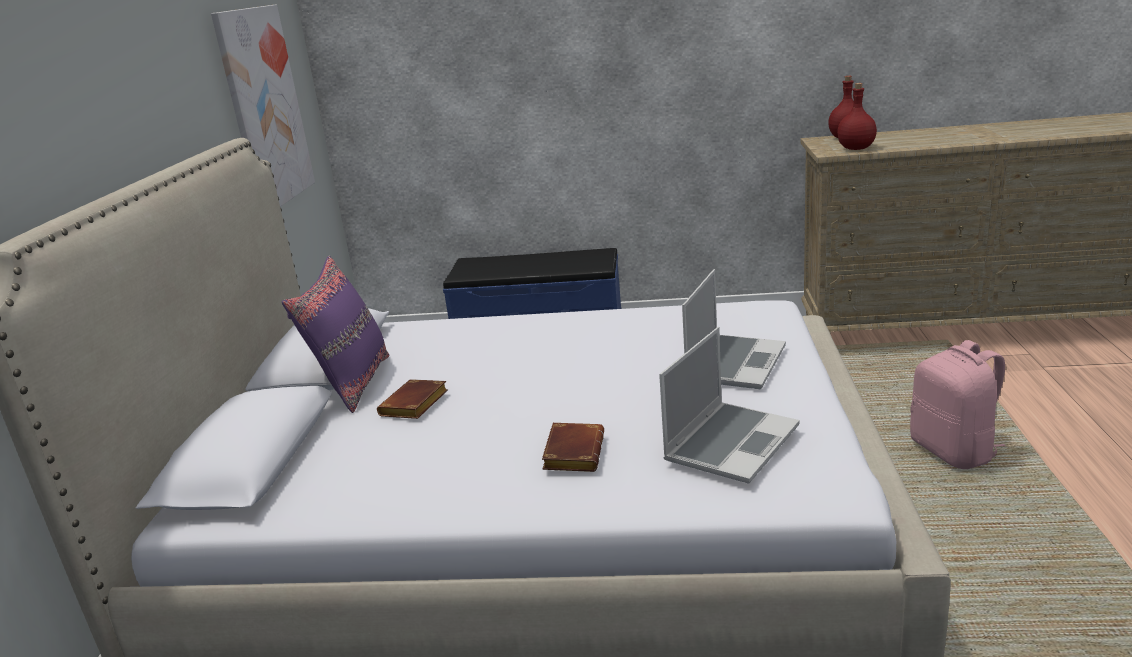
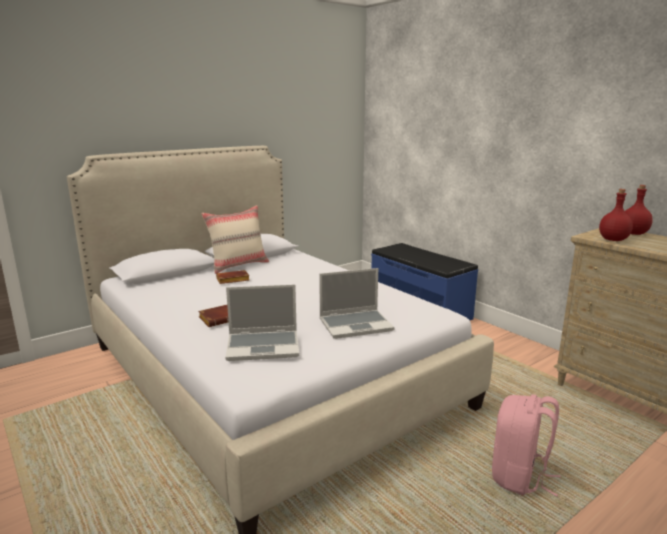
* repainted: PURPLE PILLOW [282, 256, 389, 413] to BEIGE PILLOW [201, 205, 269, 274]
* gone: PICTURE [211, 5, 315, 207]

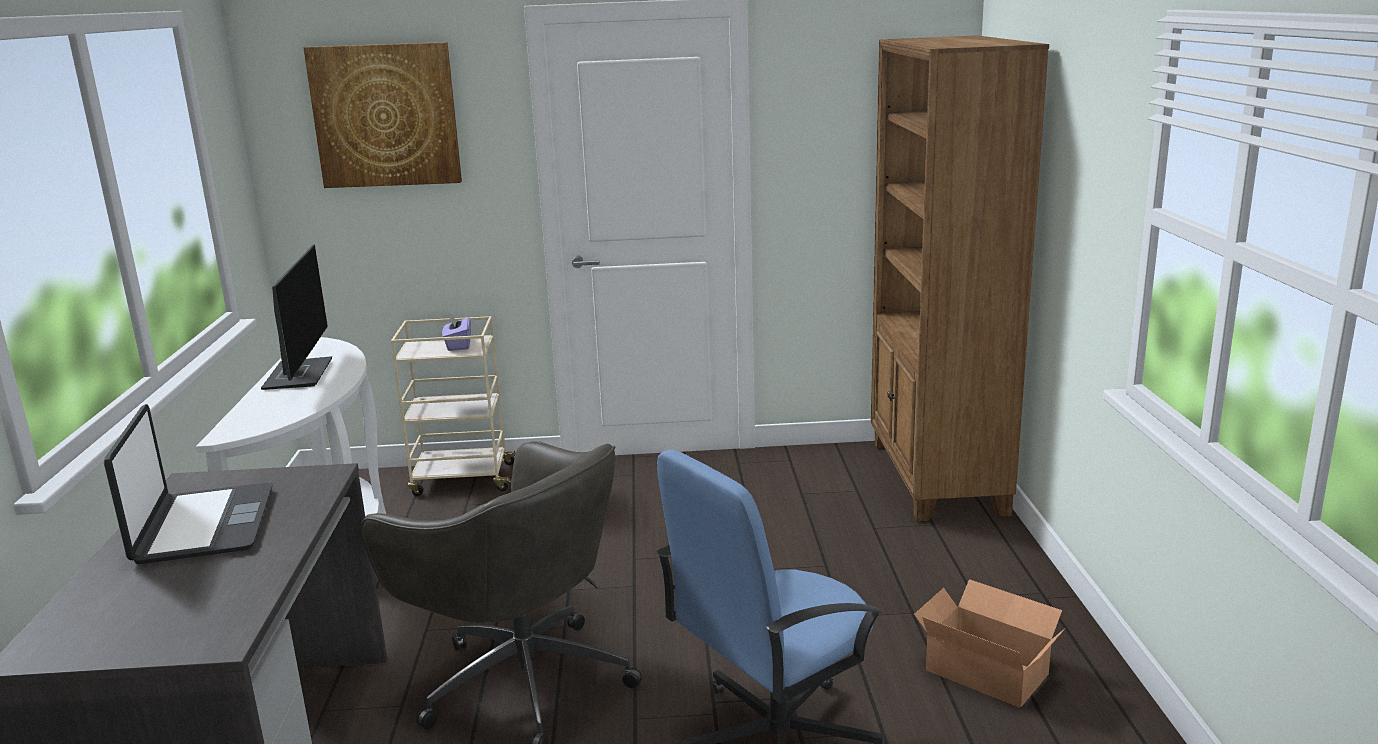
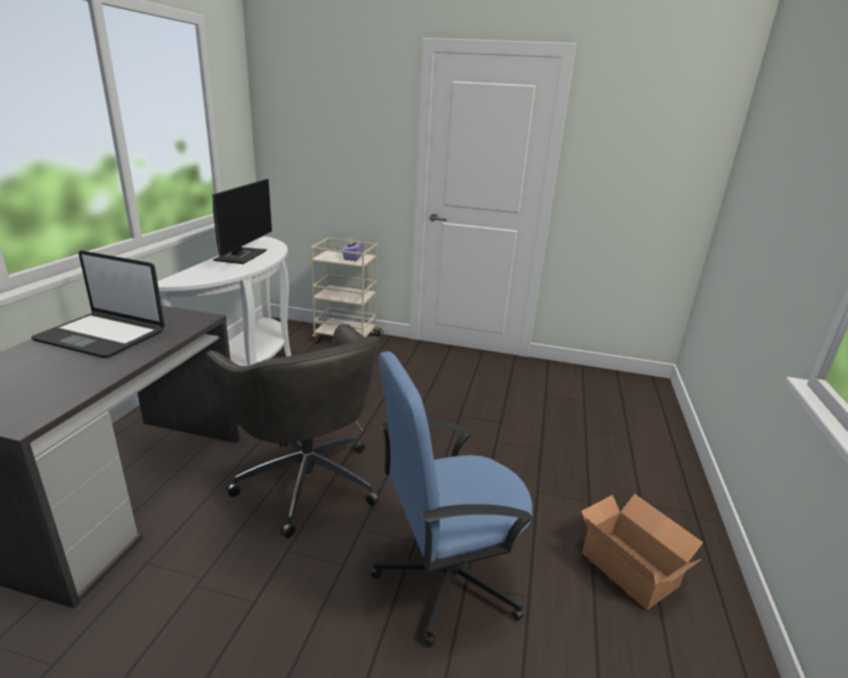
* rotated: LAPTOP [104, 404, 273, 564] = [31, 250, 165, 358] 105 degrees clockwise
* gone: PICTURE [304, 42, 462, 188]
* gone: BROWN BOOKCASE [871, 35, 1049, 522]

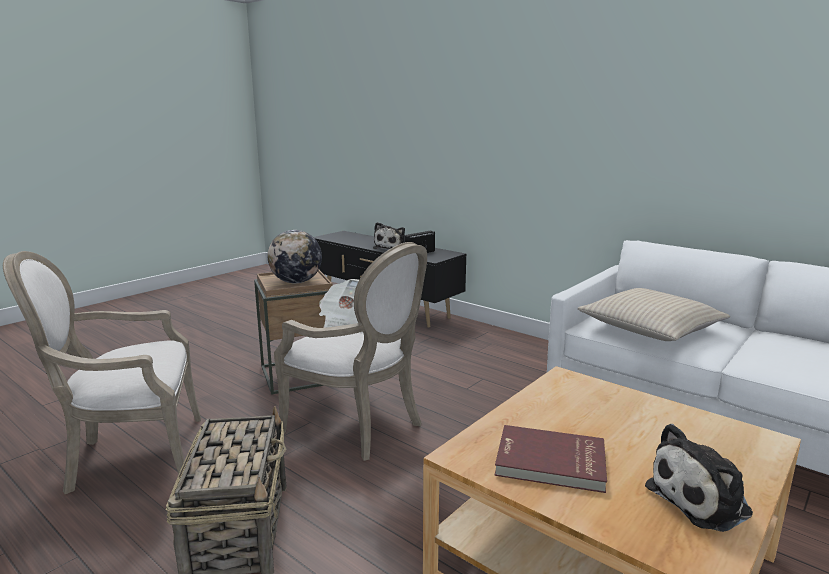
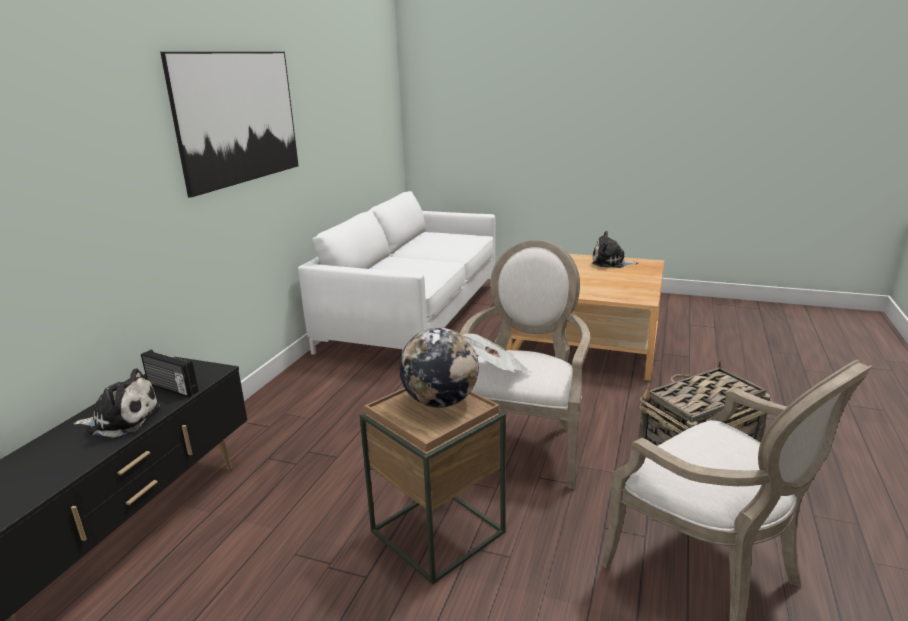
* new: PICTURE [160, 52, 299, 198]
* rotated: PLUSH TOY [645, 424, 753, 532] = [592, 231, 638, 268] 150 degrees clockwise
* gone: RED BOOK [495, 425, 607, 493]
* gone: BEIGE PILLOW [578, 288, 730, 341]

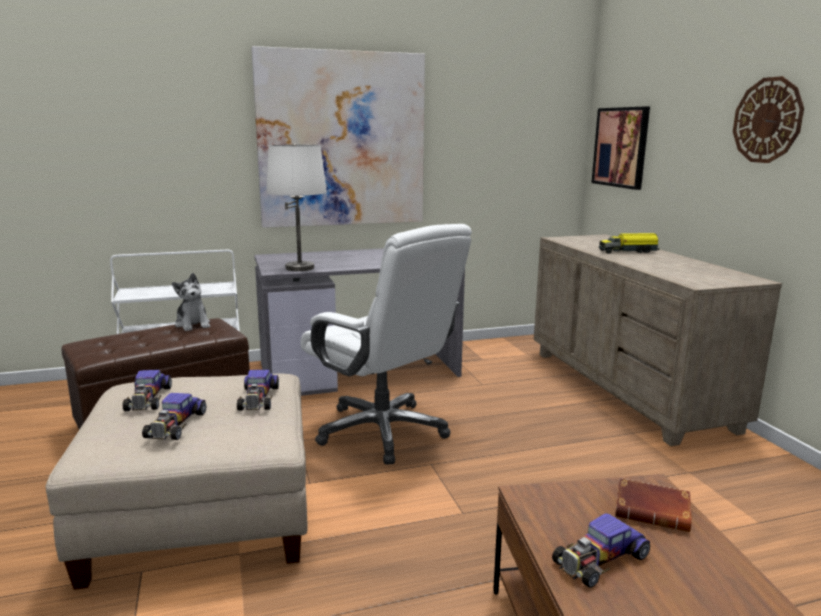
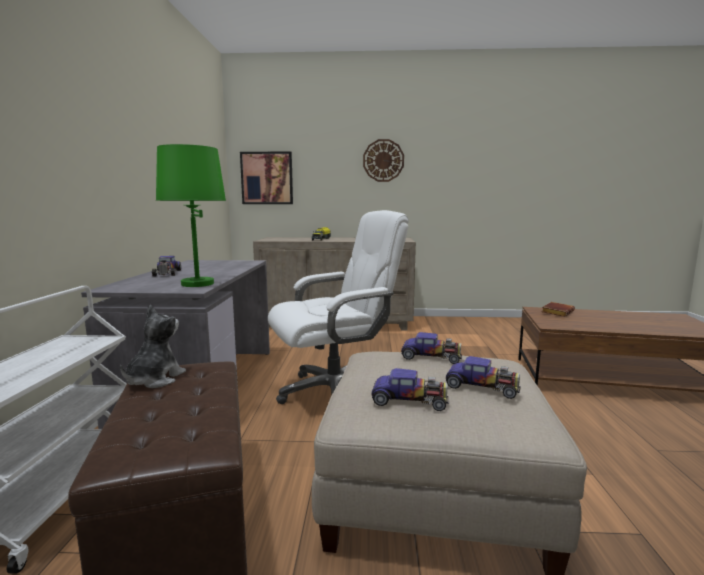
* rotated: PLUSH TOY [172, 273, 210, 331] = [120, 305, 186, 388] 60 degrees counterclockwise
* shifted: TOY CAR [552, 513, 650, 588] to [152, 256, 181, 277]
* repainted: WHITE TABLE LAMP [266, 144, 327, 271] to GREEN TABLE LAMP [156, 144, 226, 287]
* gone: PICTURE [251, 46, 425, 228]

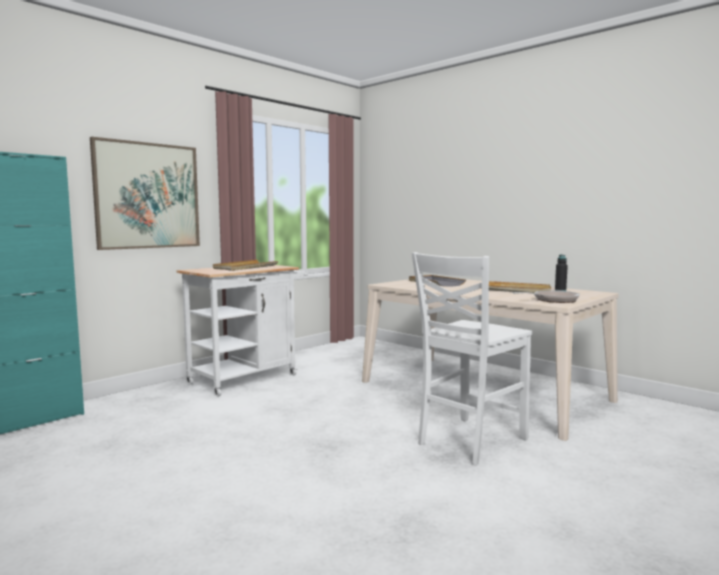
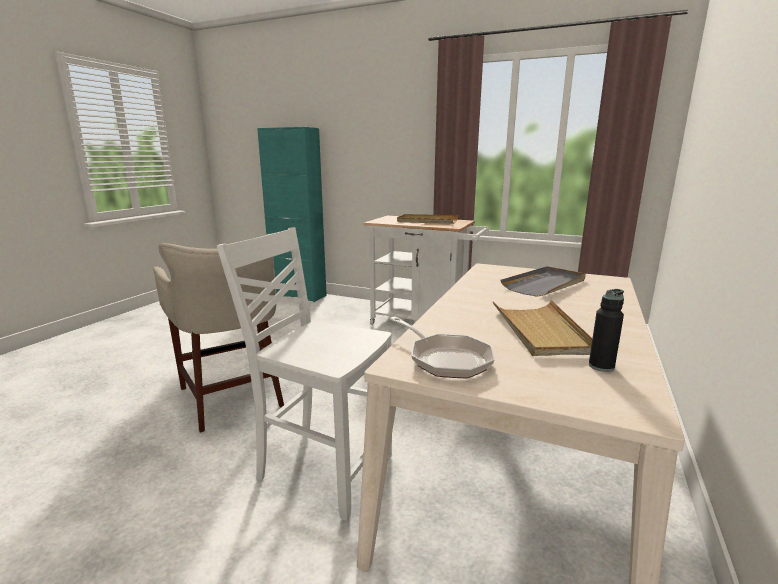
* new: BEIGE STOOL [153, 233, 284, 433]
* gone: PICTURE [90, 137, 200, 250]

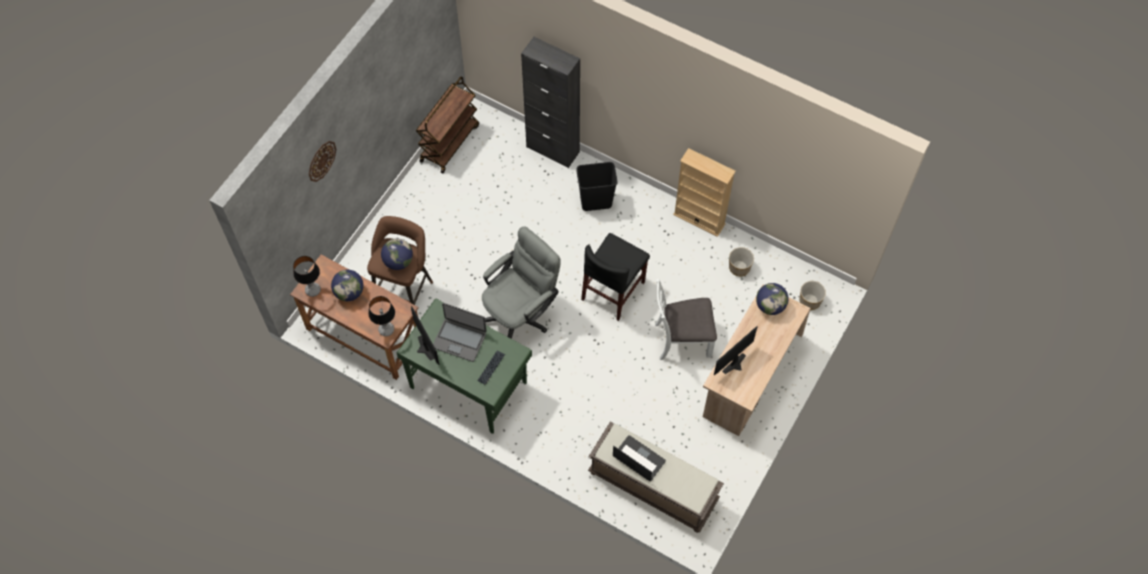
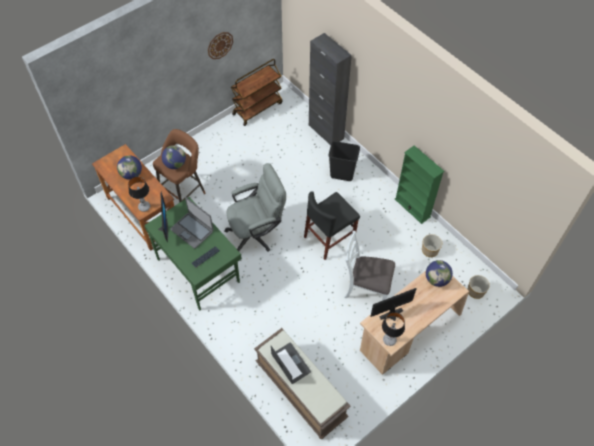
* shifted: WALL CLOCK [309, 141, 336, 182] to [208, 32, 233, 59]
* shifted: TABLE LAMP [293, 256, 321, 297] to [382, 312, 405, 346]
* repainted: BEIGE BOOKCASE [673, 148, 736, 237] to GREEN BOOKCASE [395, 145, 444, 224]

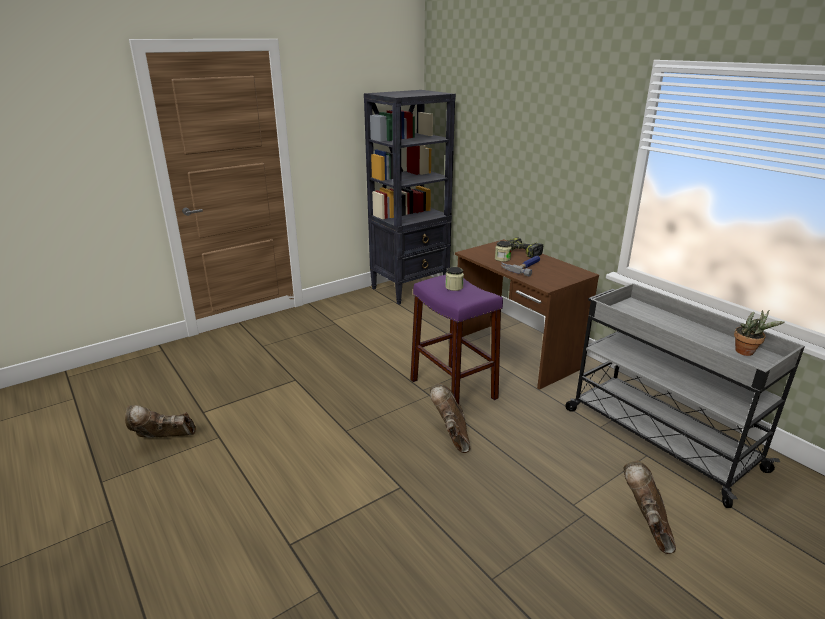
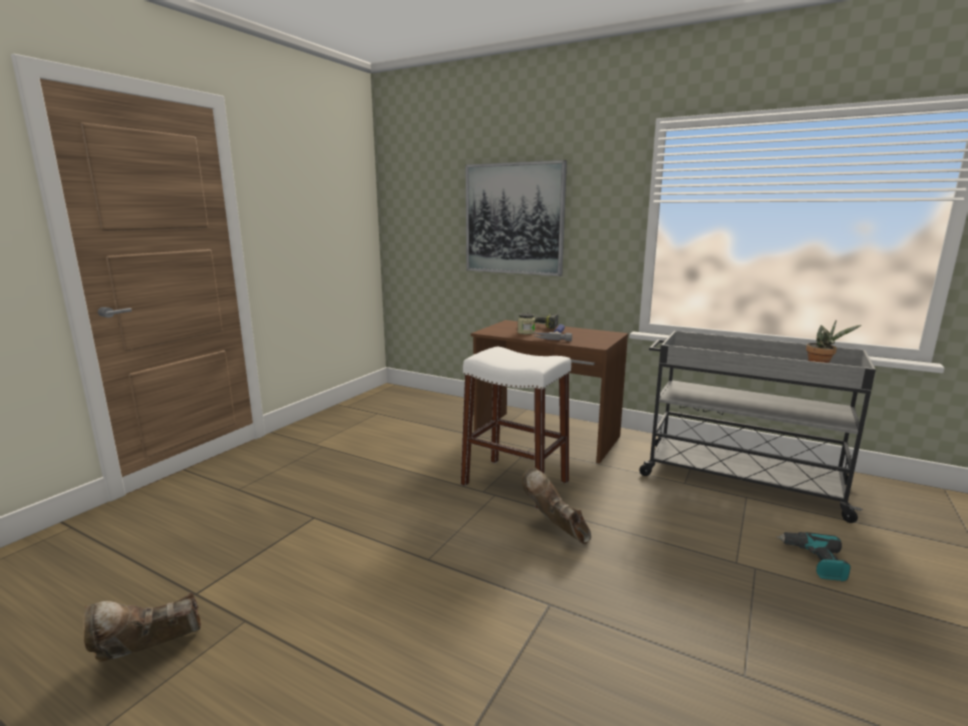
* repainted: PURPLE STOOL [410, 275, 503, 404] to WHITE STOOL [461, 347, 571, 509]
* new: PICTURE [466, 160, 567, 276]
* swapped: BROWN BOOT [624, 461, 676, 554] to POWER DRILL [776, 532, 851, 581]
* gone: BLACK BOOKCASE [364, 90, 456, 305]
* gone: JAR [445, 267, 464, 291]

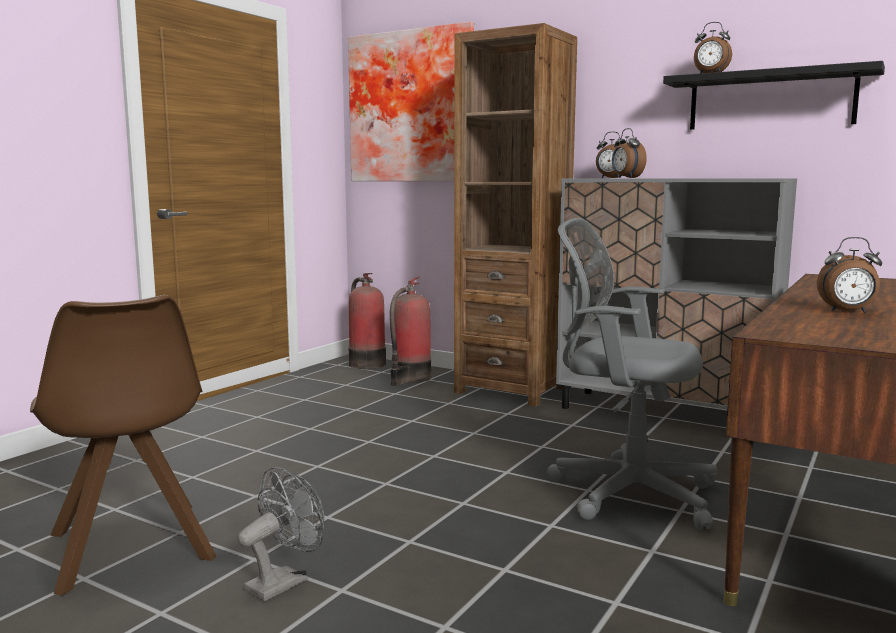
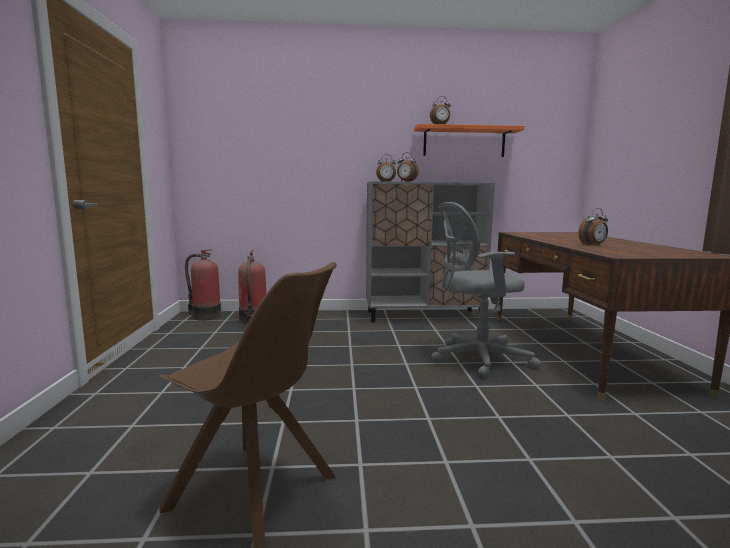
* repainted: BLACK SHELF [663, 61, 885, 130] to ORANGE SHELF [414, 124, 525, 157]
* gone: GREY FAN [238, 467, 324, 601]
* gone: PICTURE [348, 22, 474, 181]
* gone: BROWN BOOKCASE [454, 23, 577, 407]

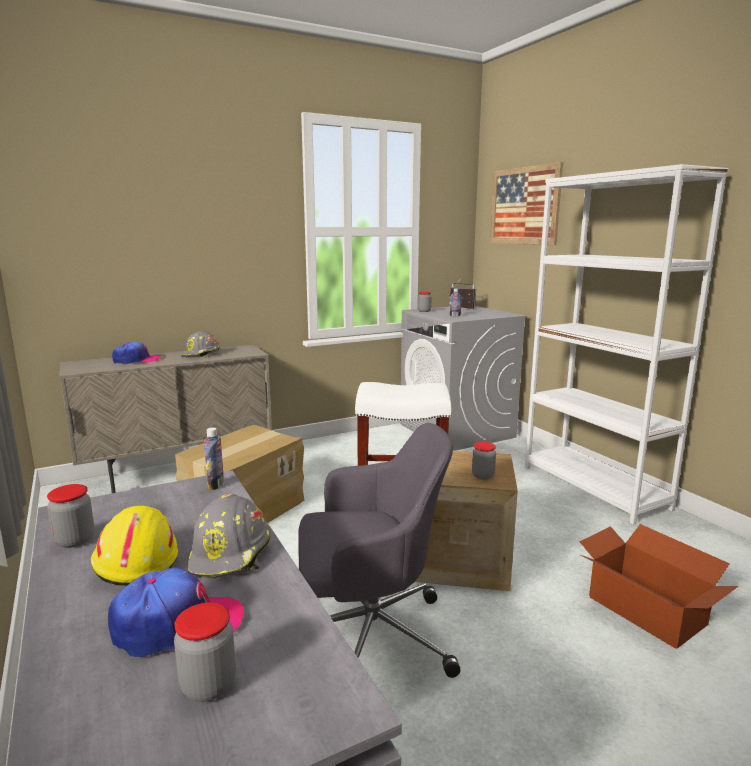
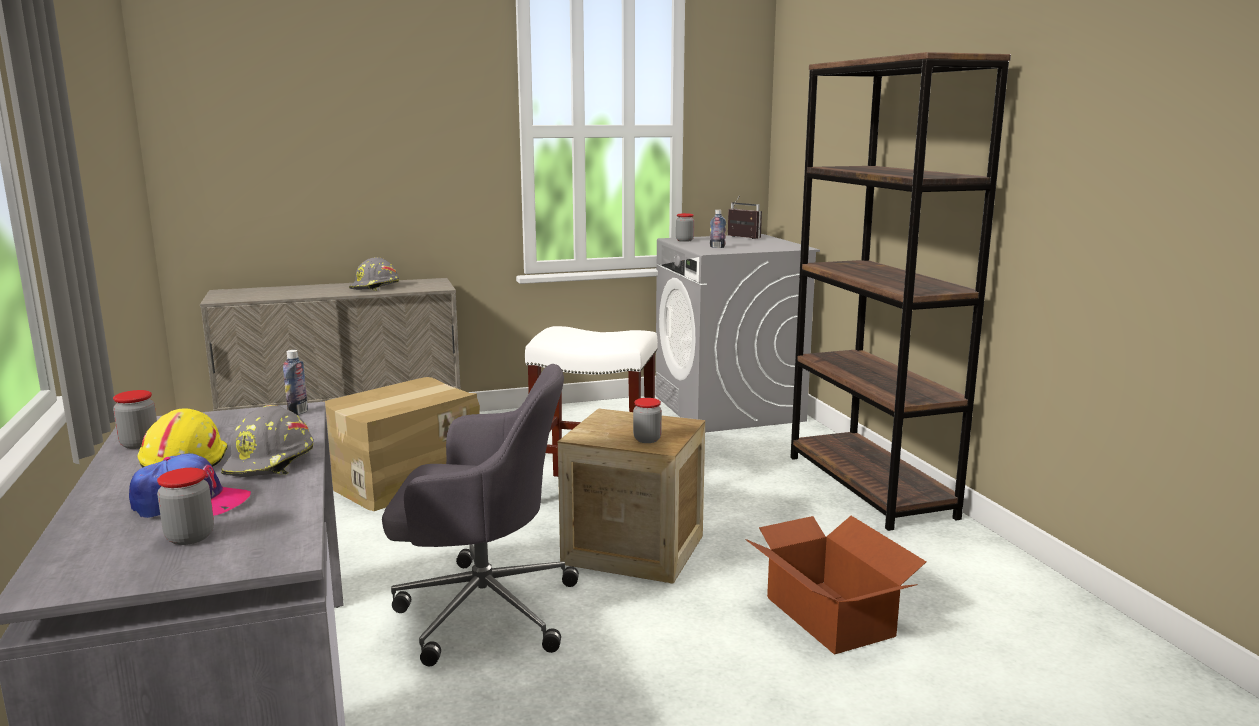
* repainted: WHITE BOOKCASE [525, 164, 729, 525] to BROWN BOOKCASE [790, 52, 1011, 531]
* gone: CAP [112, 342, 161, 365]
* gone: PICTURE [490, 162, 563, 245]

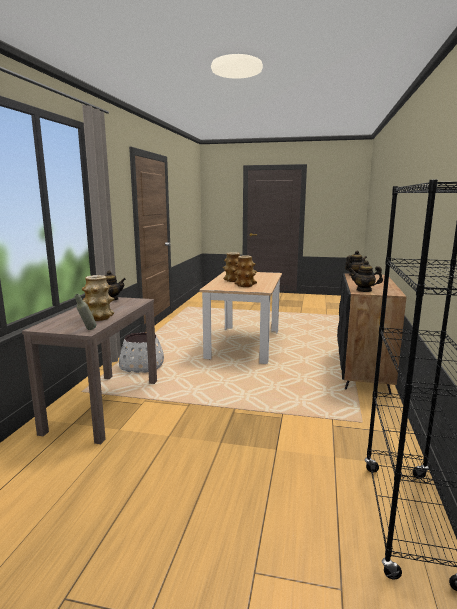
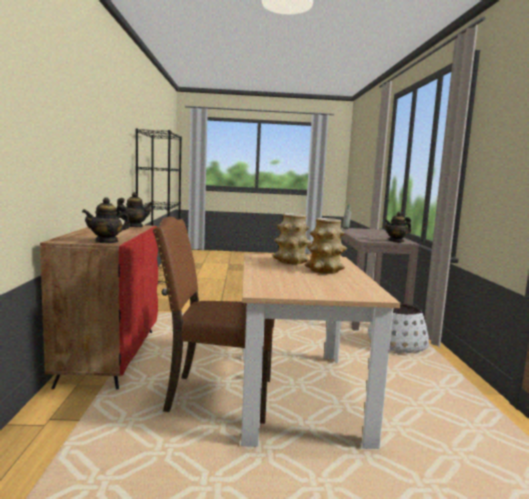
* repainted: BLACK CABINET [337, 273, 407, 395] to RED CABINET [40, 224, 158, 389]
* new: BROWN CHAIR [153, 217, 275, 424]
* gone: VASE [82, 275, 114, 321]

